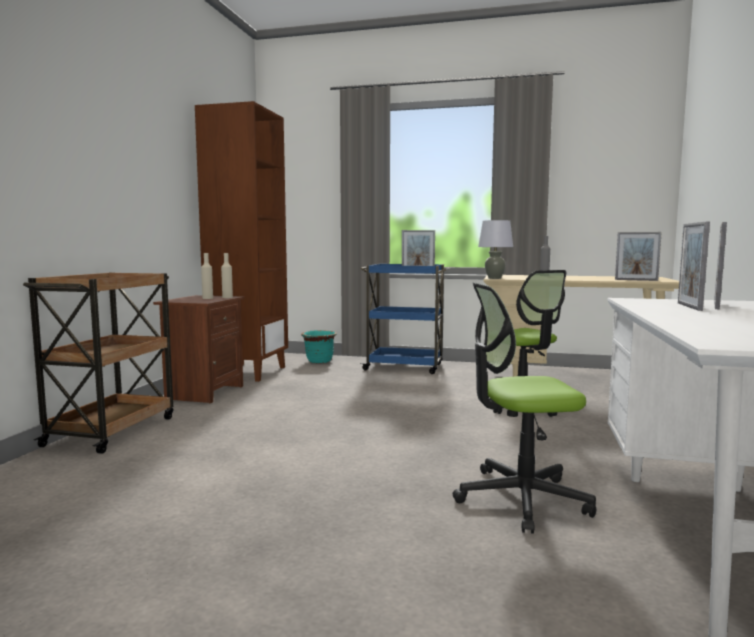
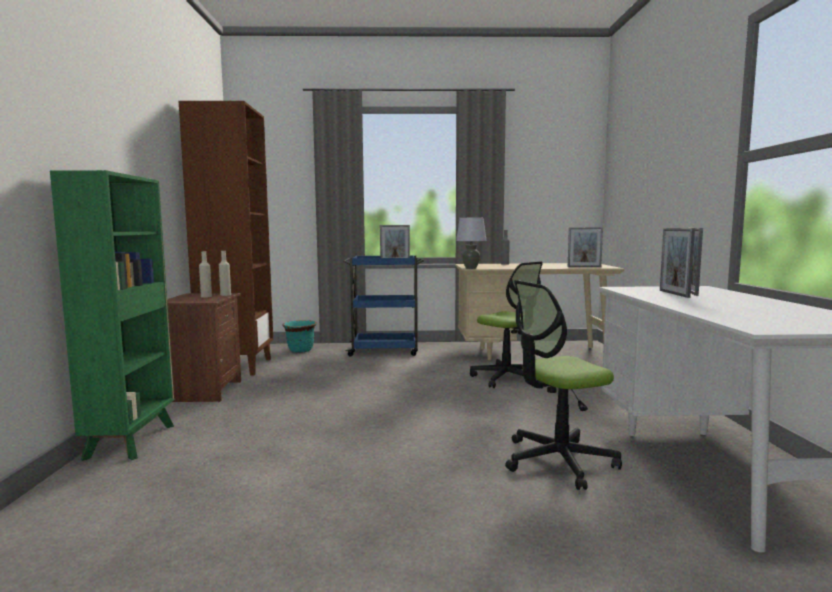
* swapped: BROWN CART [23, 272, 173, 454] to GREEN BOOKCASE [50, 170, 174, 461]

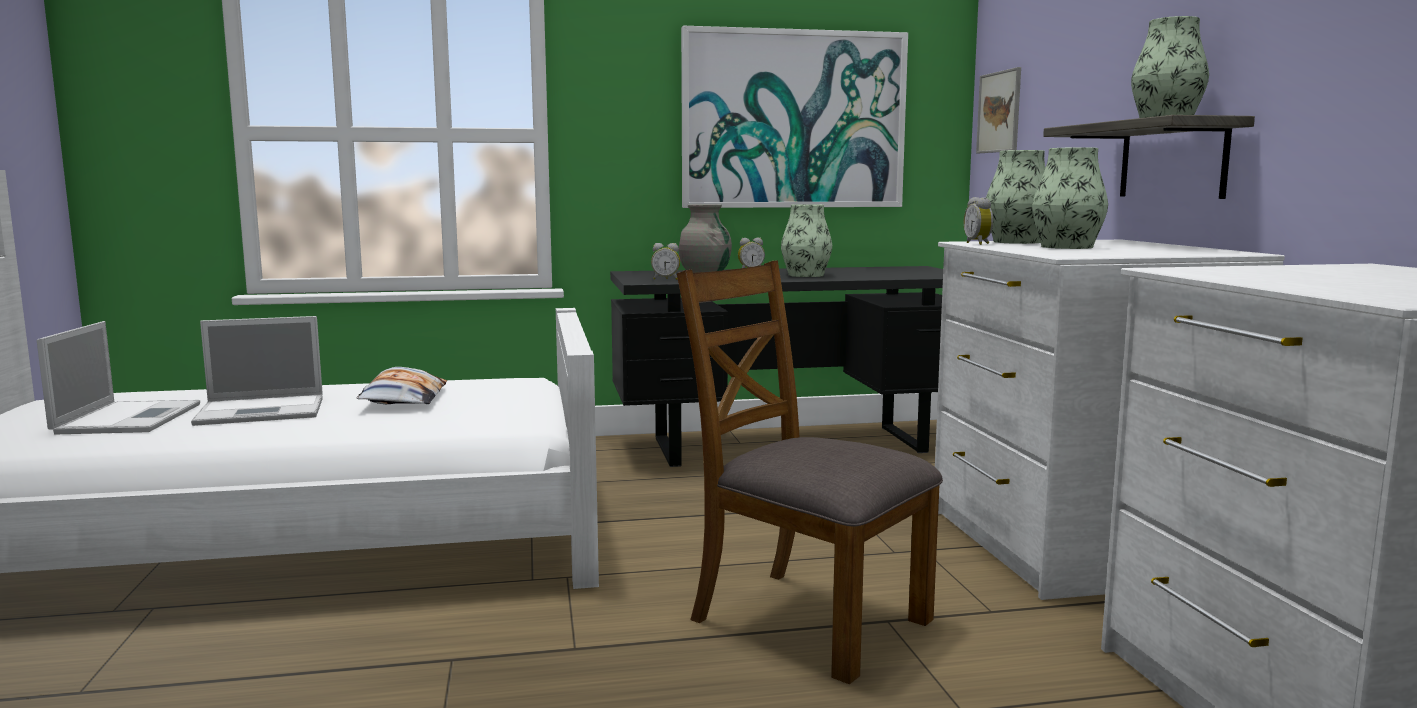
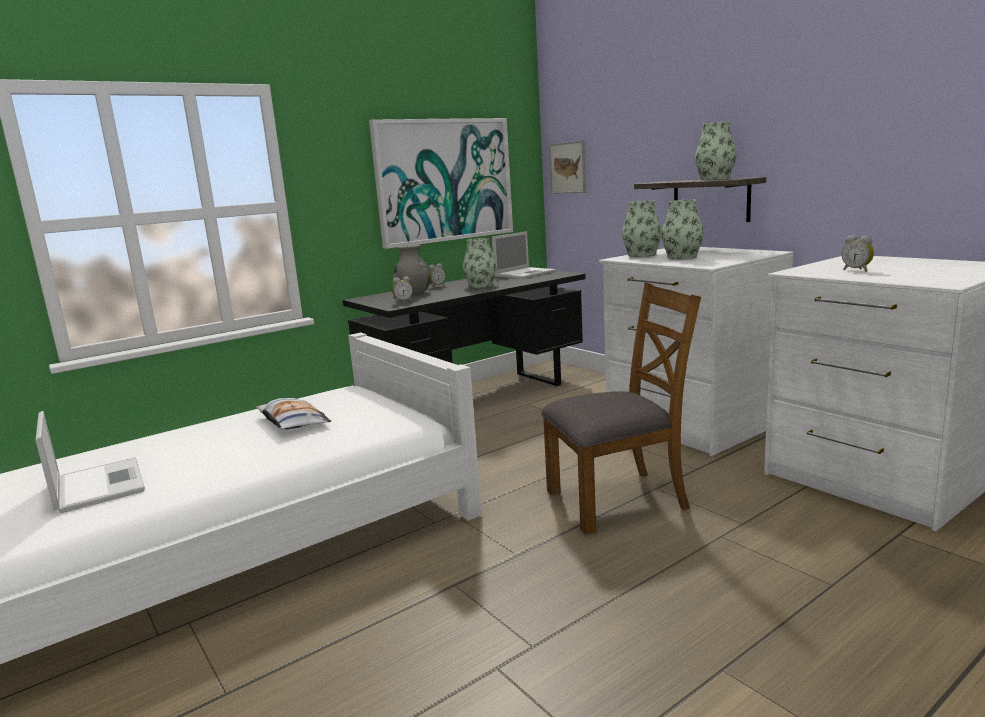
* shifted: LAPTOP [191, 316, 323, 426] to [492, 231, 556, 279]
* rotated: BROWN CHAIR [677, 260, 943, 684] = [541, 282, 701, 534] 150 degrees clockwise
* shifted: ALARM CLOCK [964, 197, 993, 245] to [842, 235, 874, 272]

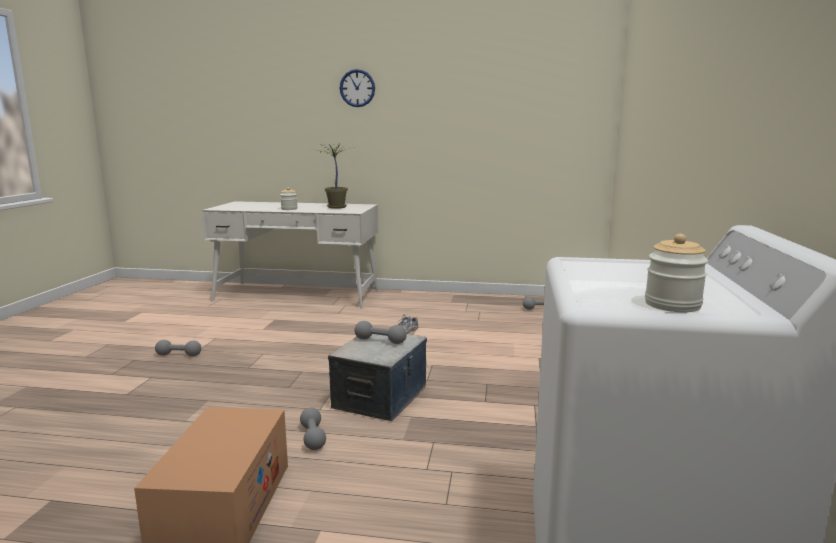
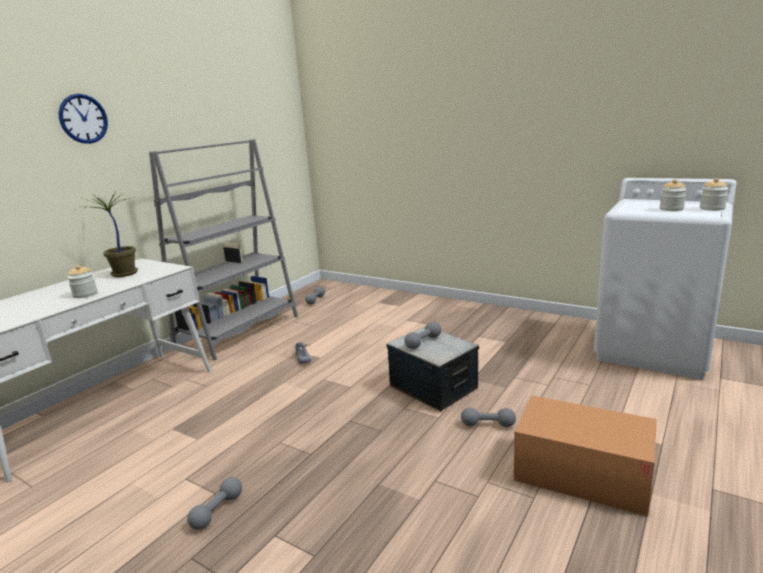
* new: GREY BOOKCASE [149, 139, 298, 360]
* new: JAR [659, 179, 687, 211]

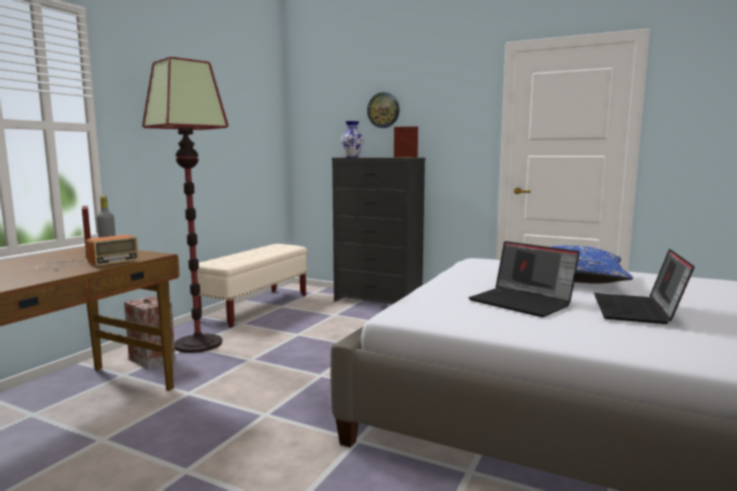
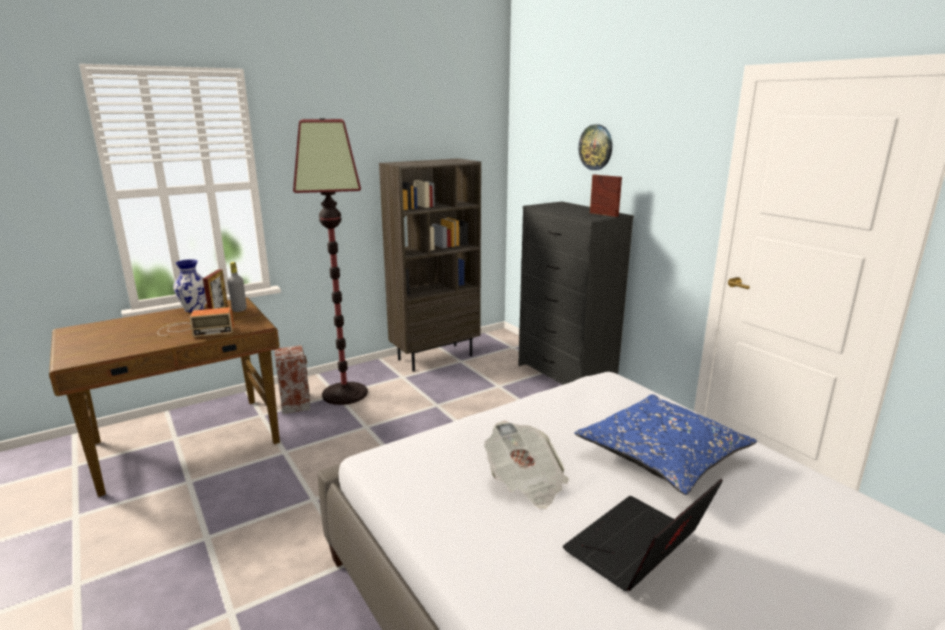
* shifted: VASE [341, 121, 364, 157] to [173, 259, 206, 312]
* swapped: BEIGE BENCH [190, 244, 307, 328] to BROWN BOOKCASE [379, 158, 481, 372]
* swapped: LAPTOP [469, 241, 580, 317] to NEWSPAPER [484, 421, 569, 509]

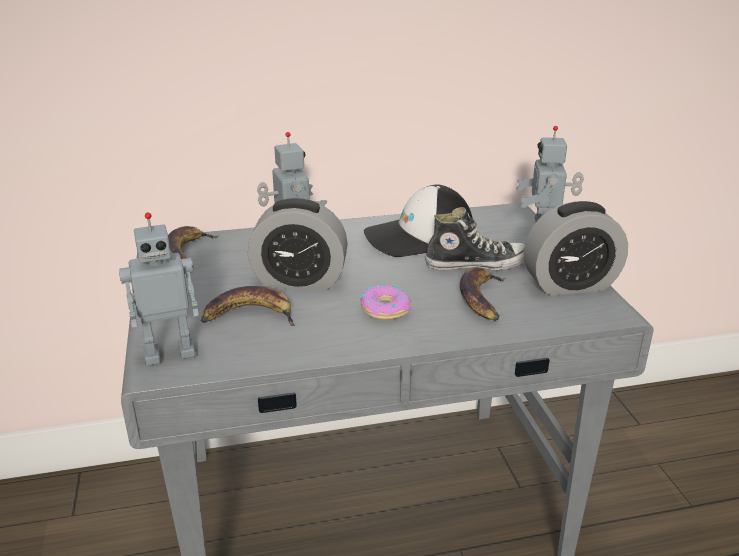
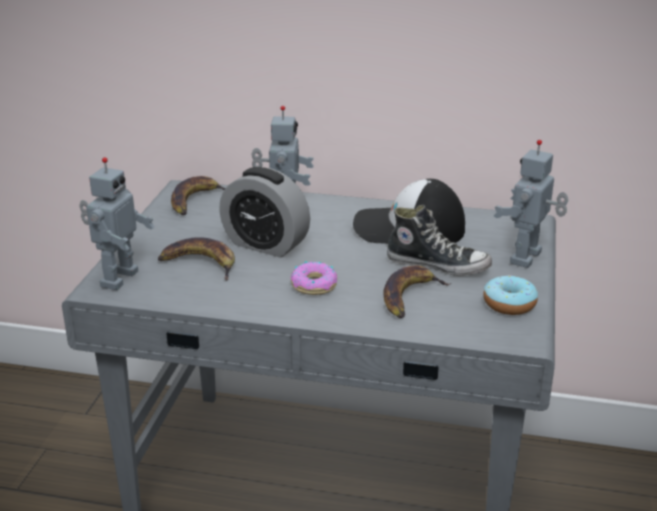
* rotated: TOY ROBOT [119, 213, 199, 366] = [79, 157, 154, 290] 75 degrees counterclockwise
* swapped: ALARM CLOCK [524, 201, 628, 296] to DONUT [483, 275, 538, 315]

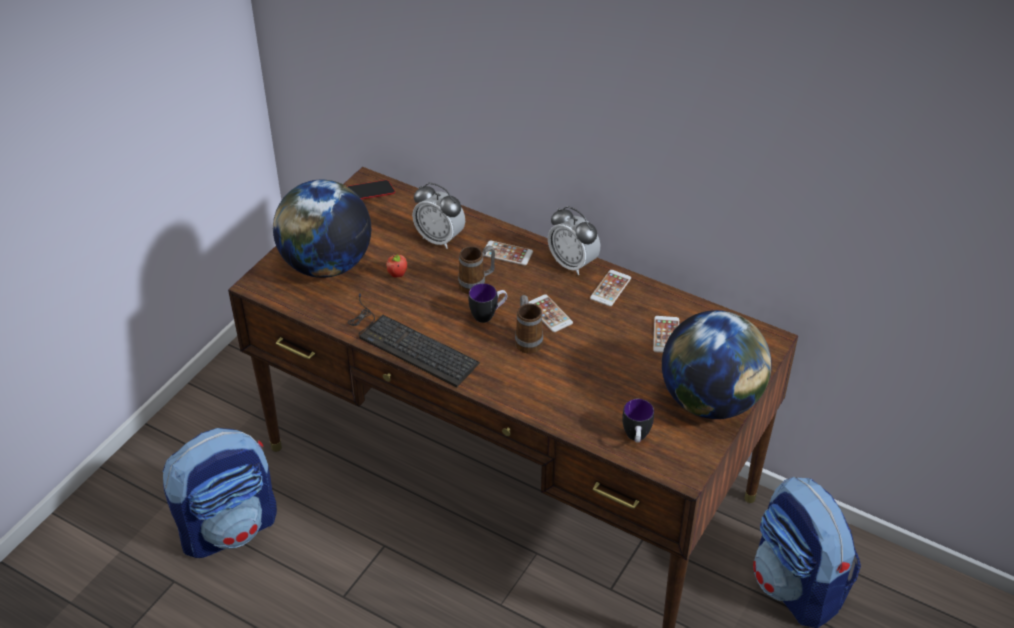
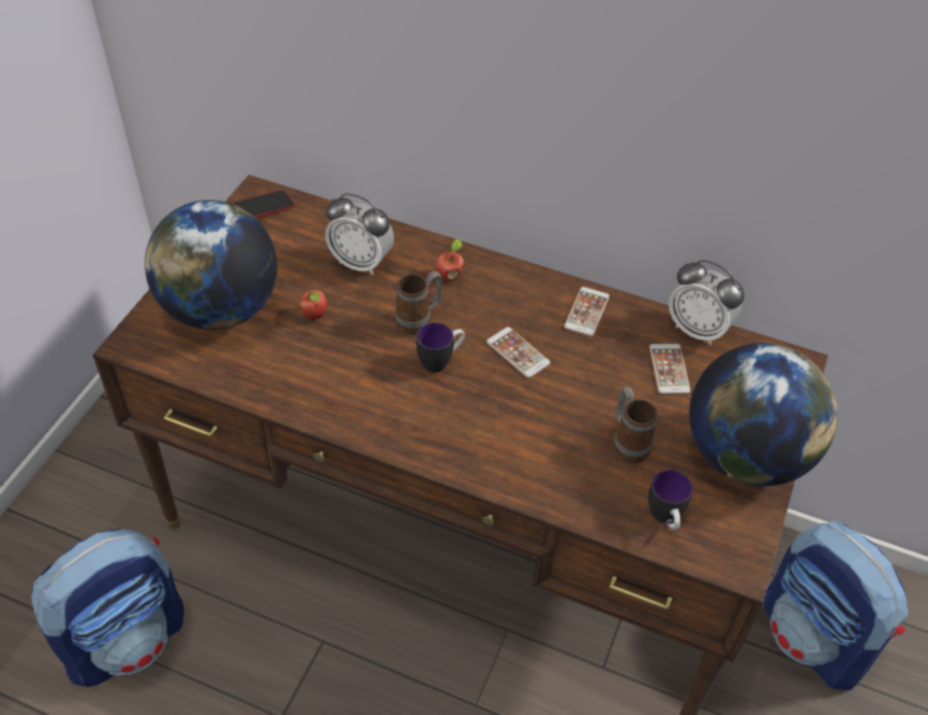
* swapped: PHONE [485, 240, 533, 265] to APPLE [436, 239, 464, 281]
* shifted: MUG [515, 295, 543, 354] to [613, 387, 658, 463]
* shifted: ALARM CLOCK [548, 206, 600, 275] to [669, 260, 744, 345]
* gone: KEYBOARD [347, 293, 480, 387]

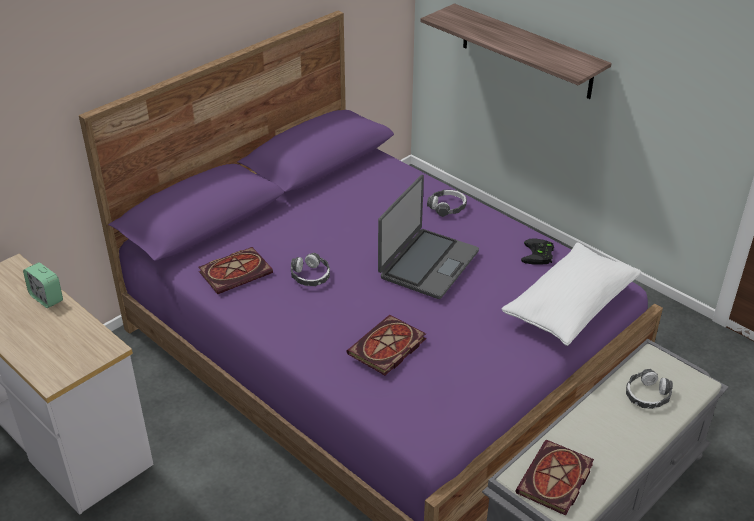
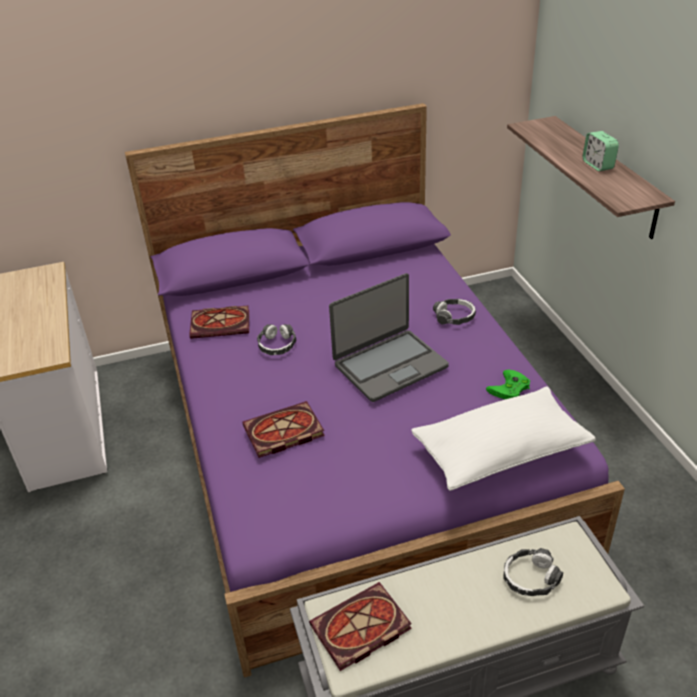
* repainted: BLACK GAME CONTROLLER [521, 238, 554, 265] to GREEN GAME CONTROLLER [486, 370, 530, 399]
* shifted: ALARM CLOCK [23, 262, 63, 308] to [583, 131, 619, 171]

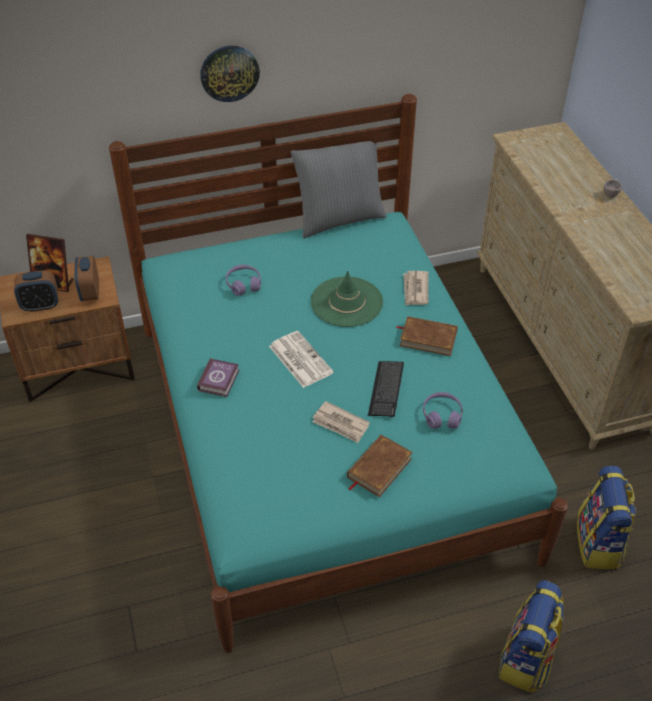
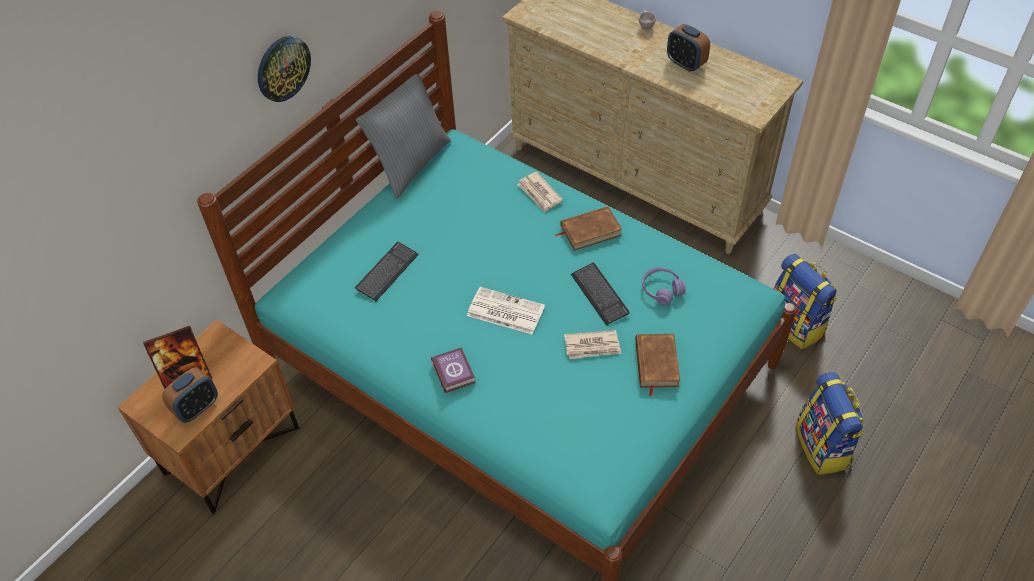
* swapped: PURPLE HEADPHONES [226, 265, 261, 296] to KEYBOARD [355, 242, 419, 301]
* shifted: ALARM CLOCK [74, 256, 99, 301] to [667, 24, 710, 72]
* gone: GREEN HAT [311, 271, 383, 327]

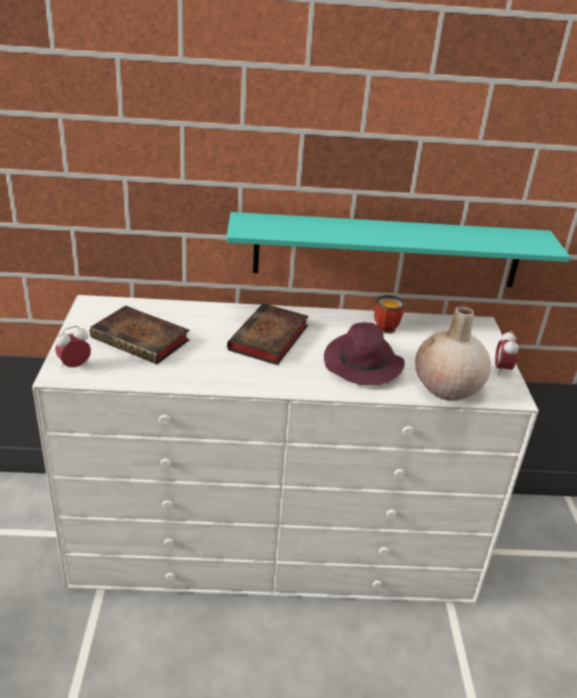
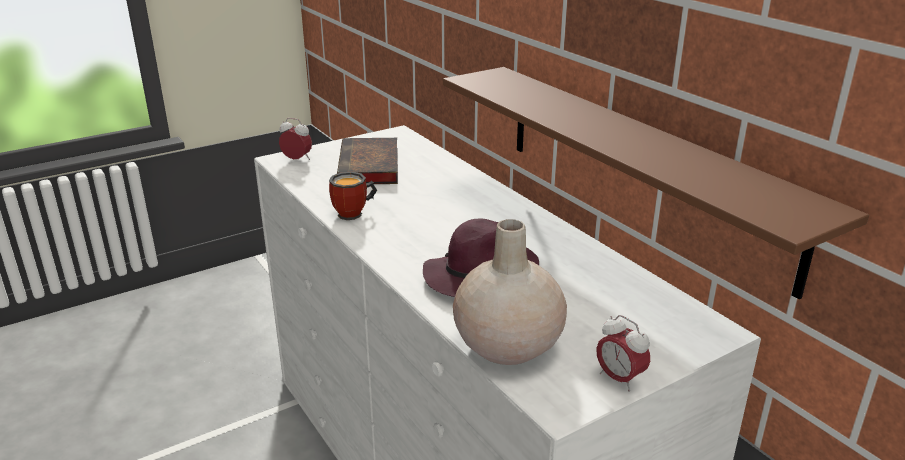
* shifted: MUG [374, 295, 405, 334] to [329, 172, 377, 220]
* repainted: TURQUOISE SHELF [226, 212, 570, 287] to BROWN SHELF [443, 67, 869, 300]
* rotated: ALARM CLOCK [495, 330, 519, 375] = [596, 315, 650, 392] 105 degrees counterclockwise
* gone: BOOK [227, 303, 309, 365]

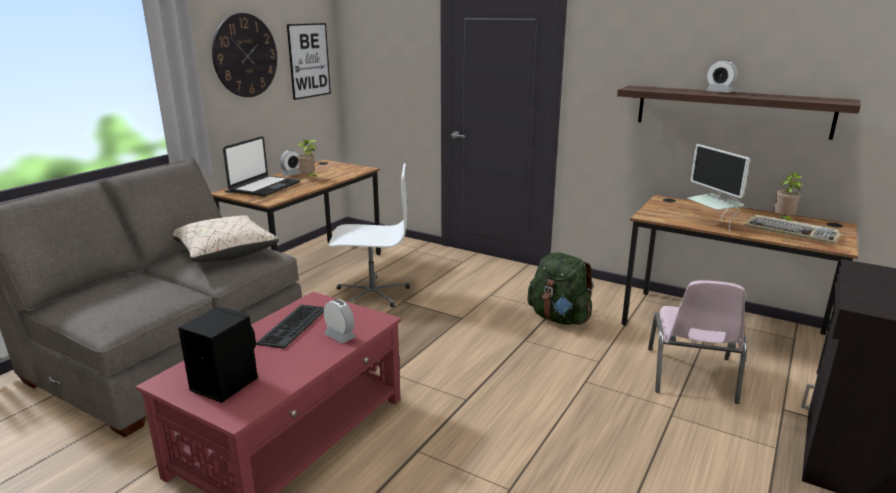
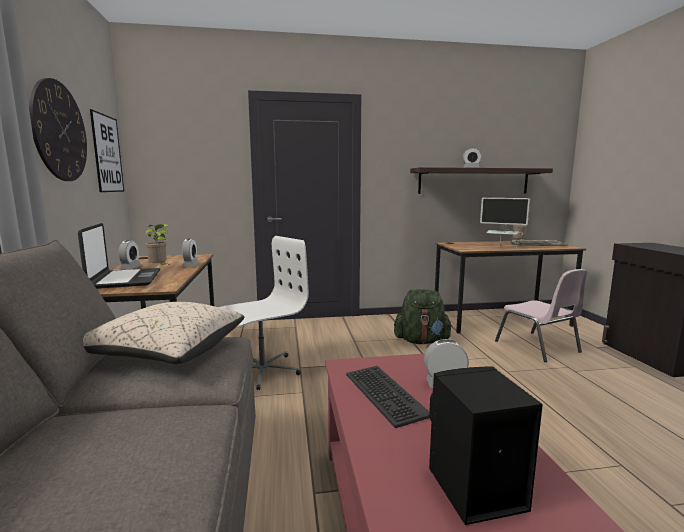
* new: ALARM CLOCK [182, 238, 199, 267]

